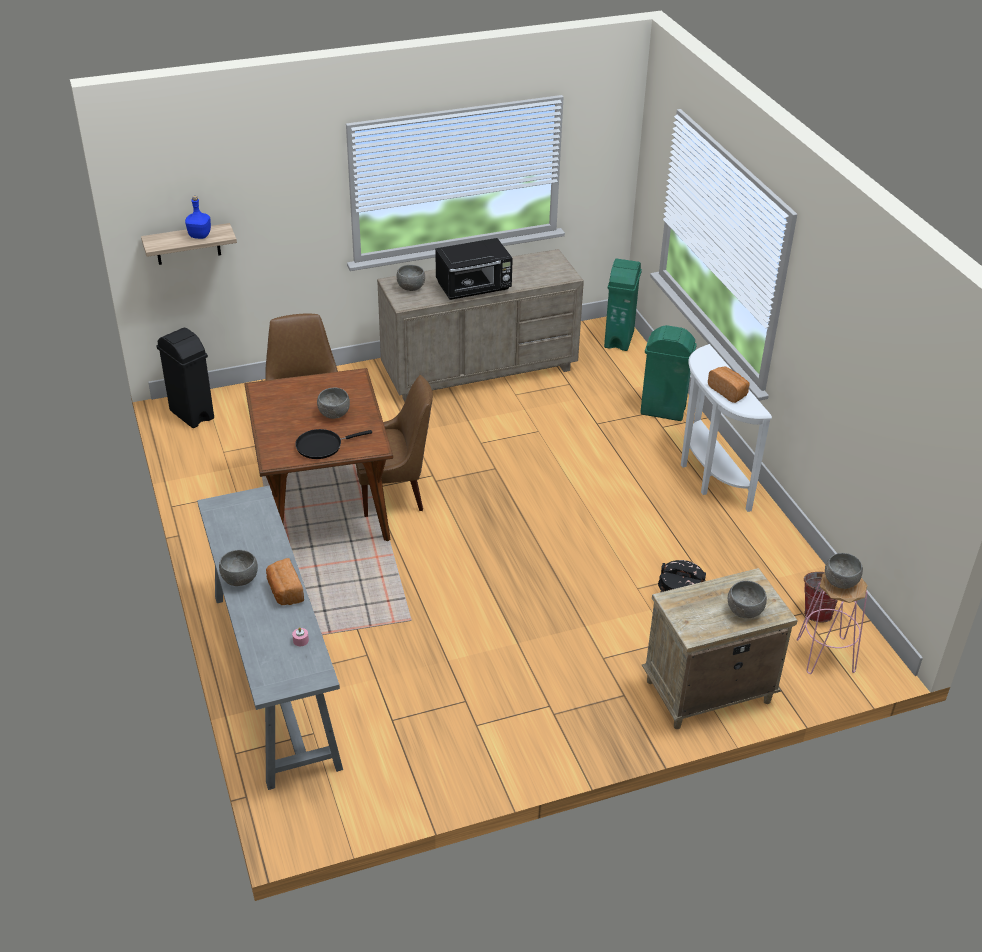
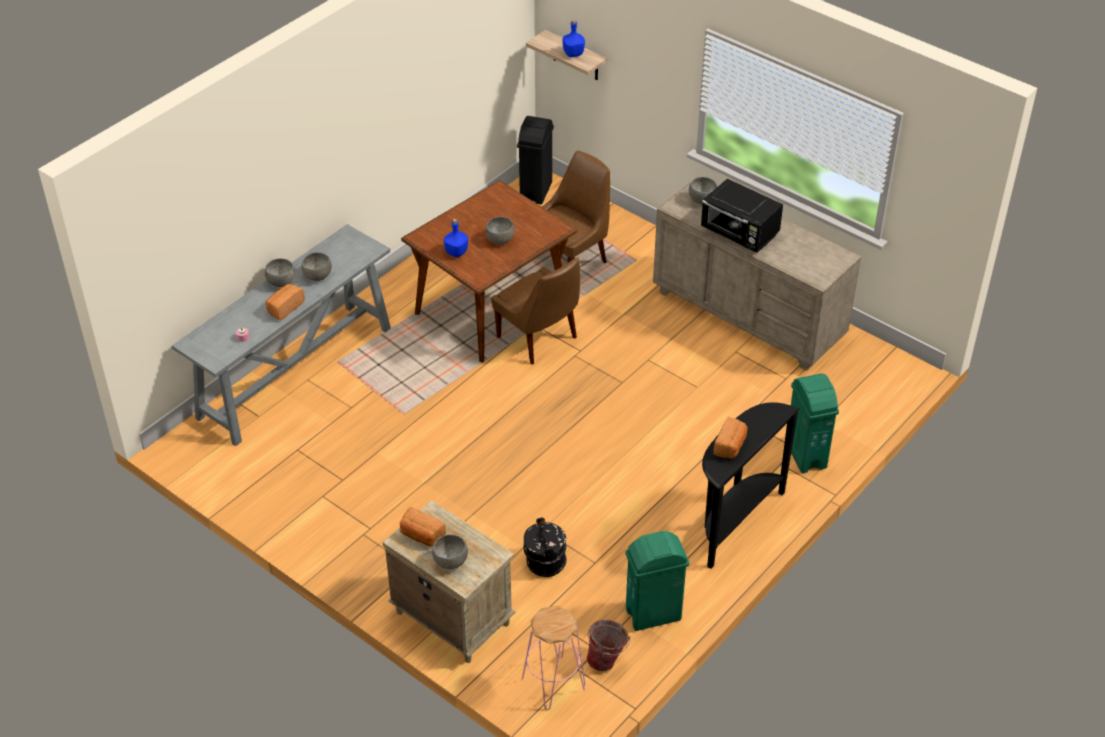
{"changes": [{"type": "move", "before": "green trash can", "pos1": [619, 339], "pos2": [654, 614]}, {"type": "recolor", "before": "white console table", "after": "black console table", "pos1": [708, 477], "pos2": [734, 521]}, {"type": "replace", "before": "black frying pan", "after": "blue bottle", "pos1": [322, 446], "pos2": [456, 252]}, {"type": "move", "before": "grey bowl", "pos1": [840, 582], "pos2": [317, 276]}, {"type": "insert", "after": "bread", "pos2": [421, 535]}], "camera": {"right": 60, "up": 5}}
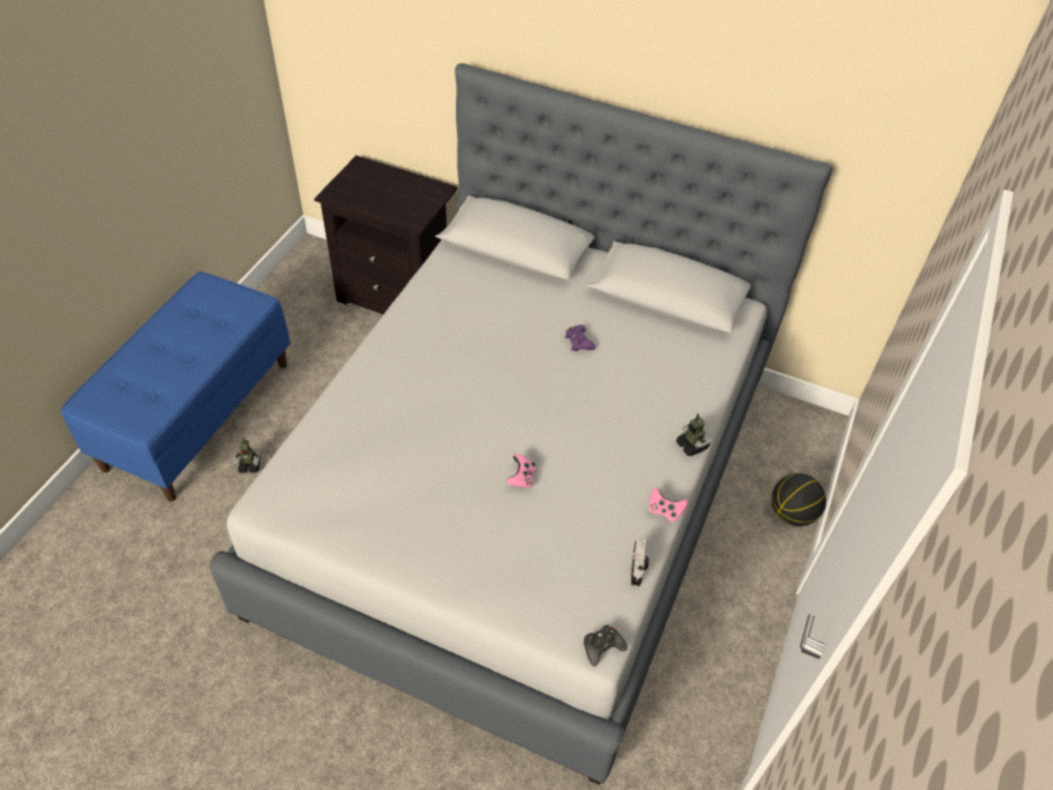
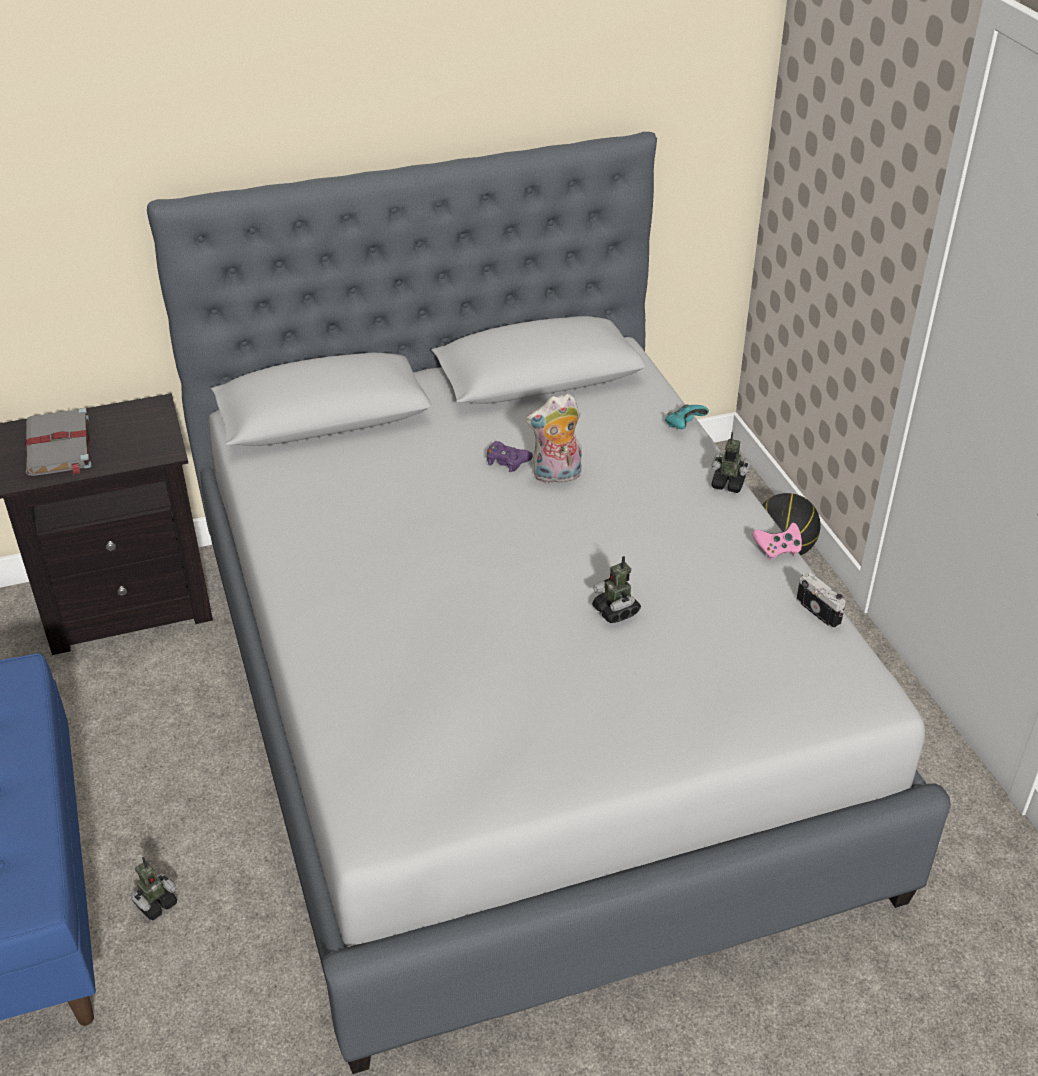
{"changes": [{"type": "replace", "before": "pink game controller", "after": "toy robot", "pos1": [521, 478], "pos2": [616, 611]}, {"type": "delete", "before": "black game controller", "pos1": [602, 647]}, {"type": "insert", "after": "plush toy", "pos2": [556, 476]}, {"type": "insert", "after": "turquoise game controller", "pos2": [684, 425]}, {"type": "insert", "after": "grey book", "pos2": [59, 447]}], "camera": {"right": -40, "up": -10}}
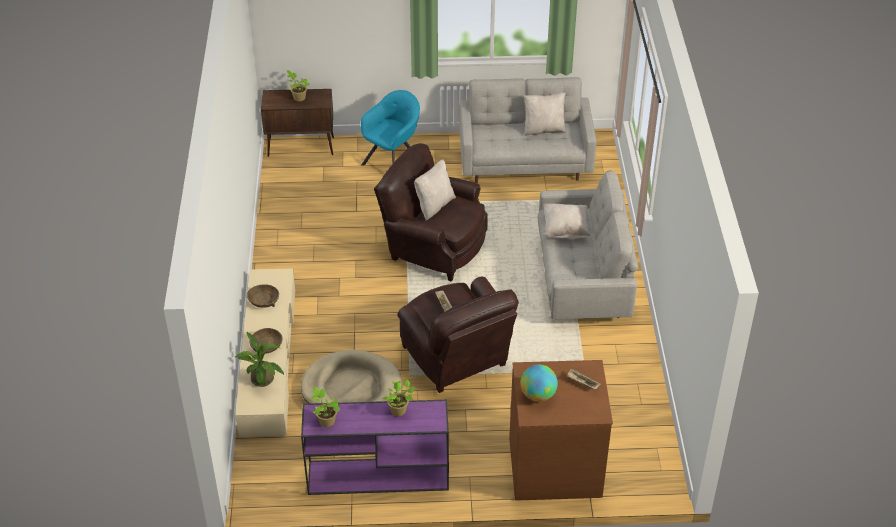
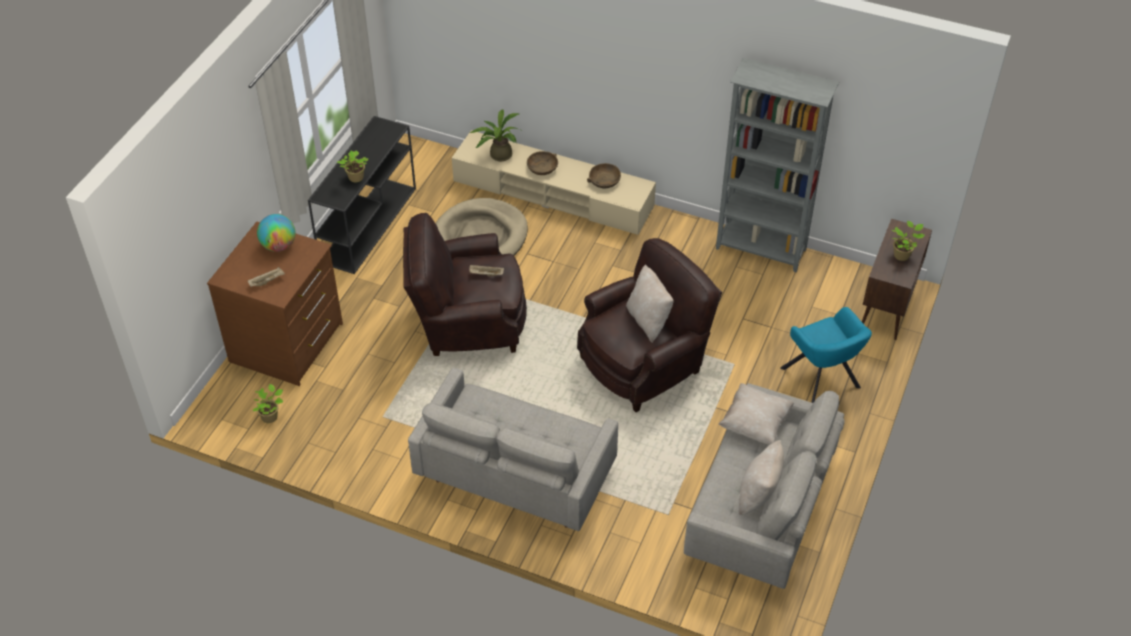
{"changes": [{"type": "move", "before": "beige pillow", "pos1": [565, 230], "pos2": [755, 424]}, {"type": "move", "before": "potted plant", "pos1": [326, 420], "pos2": [271, 417]}, {"type": "recolor", "before": "purple console table", "after": "black console table", "pos1": [376, 476], "pos2": [368, 224]}, {"type": "insert", "after": "grey bookcase", "pos2": [761, 250]}], "camera": {"right": 115, "up": 5}}
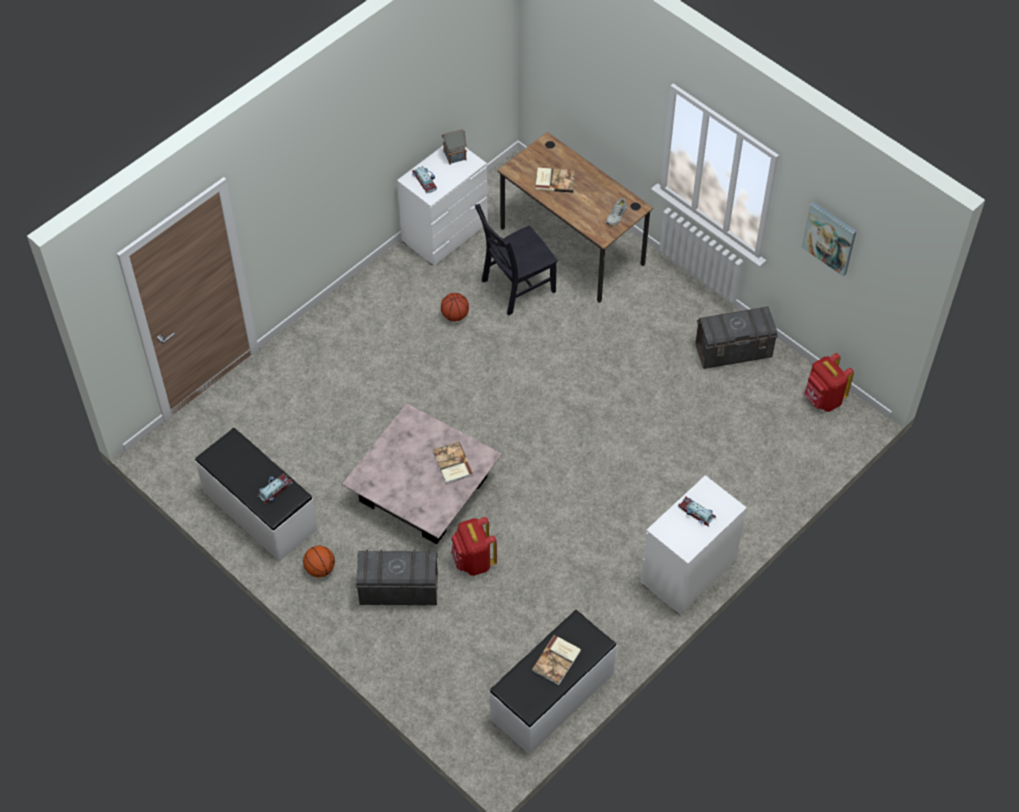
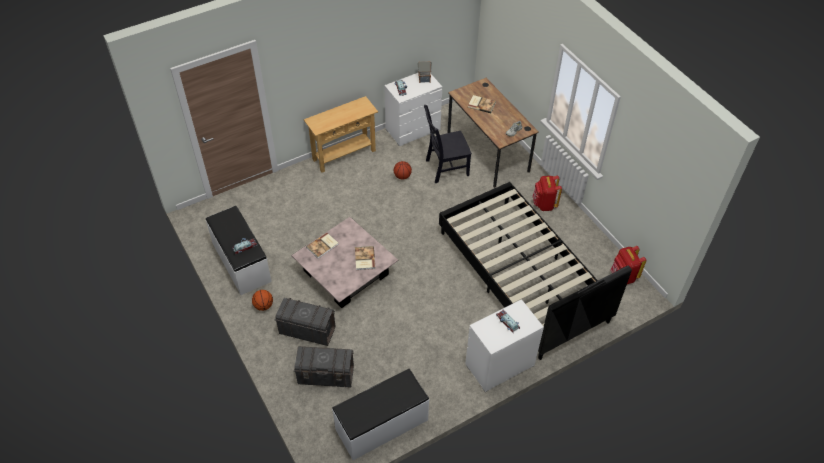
{"changes": [{"type": "delete", "before": "picture", "pos1": [830, 238]}, {"type": "move", "before": "grey storage box", "pos1": [733, 351], "pos2": [326, 375]}, {"type": "move", "before": "red backpack", "pos1": [473, 561], "pos2": [544, 204]}, {"type": "move", "before": "book", "pos1": [557, 660], "pos2": [323, 246]}, {"type": "insert", "after": "beige console table", "pos2": [344, 155]}, {"type": "insert", "after": "black bed", "pos2": [522, 276]}], "camera": {"right": 15, "up": -5}}
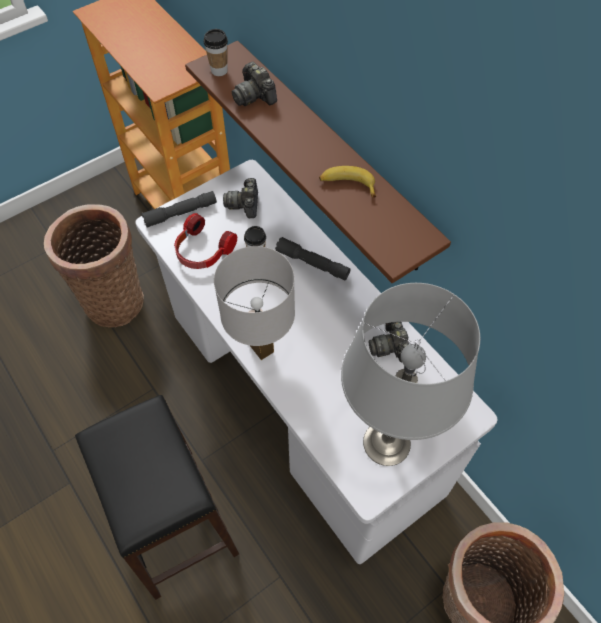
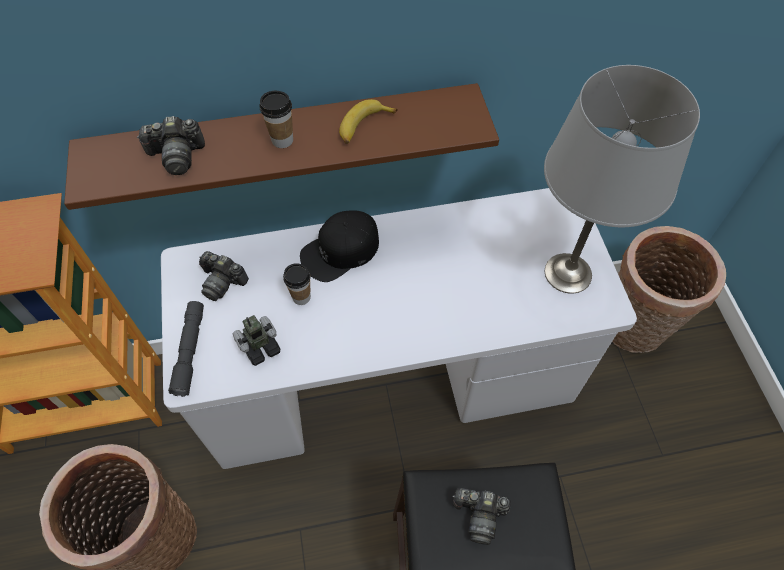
{"changes": [{"type": "move", "before": "cup", "pos1": [219, 70], "pos2": [282, 140]}, {"type": "replace", "before": "headphones", "after": "toy robot", "pos1": [202, 251], "pos2": [260, 347]}, {"type": "replace", "before": "grey flashlight", "after": "black cap", "pos1": [312, 263], "pos2": [340, 250]}, {"type": "delete", "before": "white table lamp", "pos1": [262, 348]}, {"type": "move", "before": "photo camera", "pos1": [390, 346], "pos2": [479, 515]}], "camera": {"right": -65, "up": 0}}
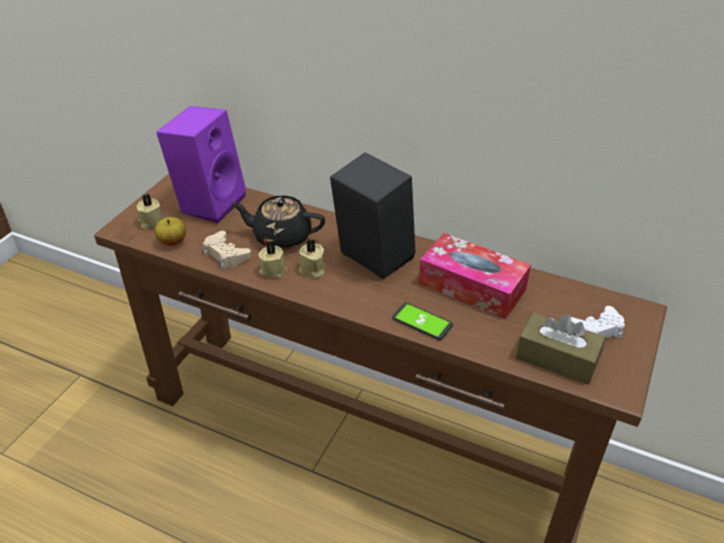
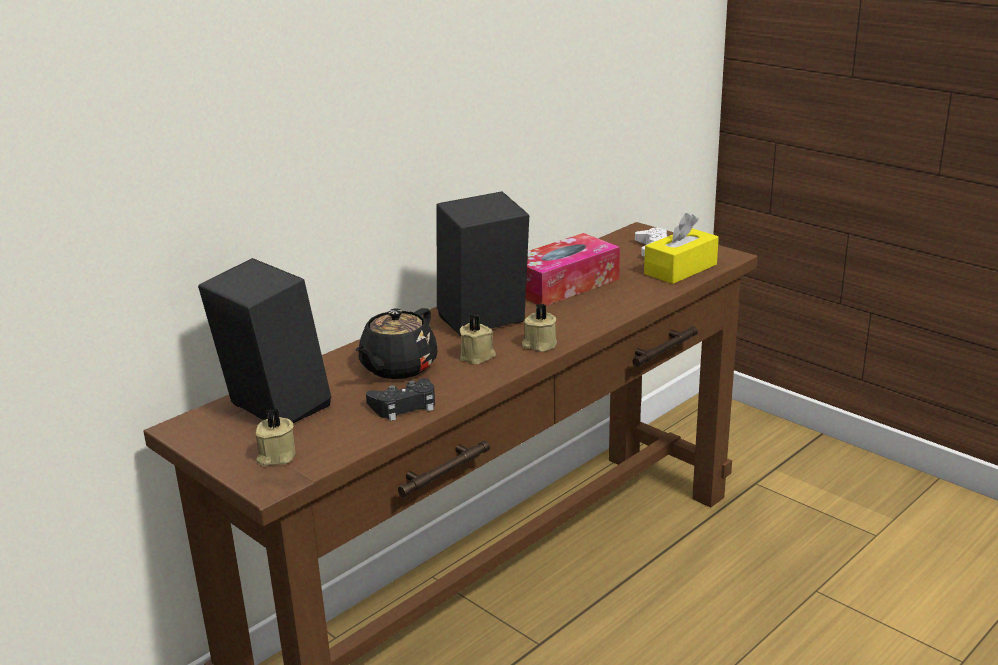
{"changes": [{"type": "recolor", "before": "purple speaker", "after": "black speaker", "pos1": [209, 202], "pos2": [271, 408]}, {"type": "delete", "before": "apple", "pos1": [172, 242]}, {"type": "recolor", "before": "beige game controller", "after": "black game controller", "pos1": [226, 254], "pos2": [404, 406]}, {"type": "move", "before": "beige candle", "pos1": [273, 270], "pos2": [539, 345]}, {"type": "delete", "before": "phone", "pos1": [422, 322]}, {"type": "recolor", "before": "brown tissue box", "after": "yellow tissue box", "pos1": [557, 358], "pos2": [680, 269]}], "camera": {"right": -70, "up": -15}}
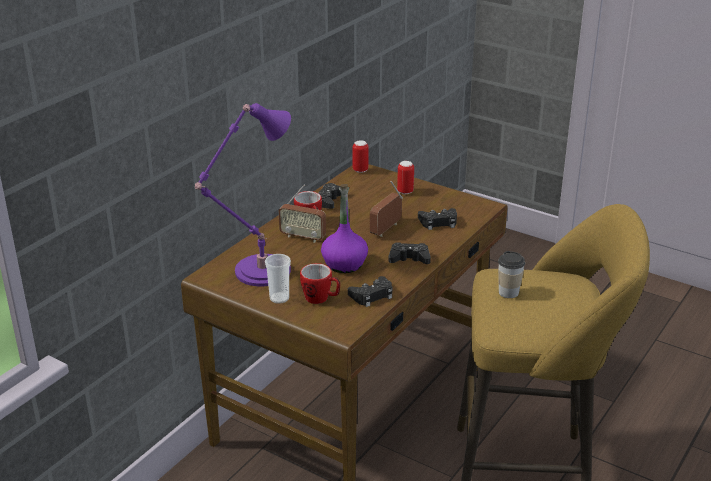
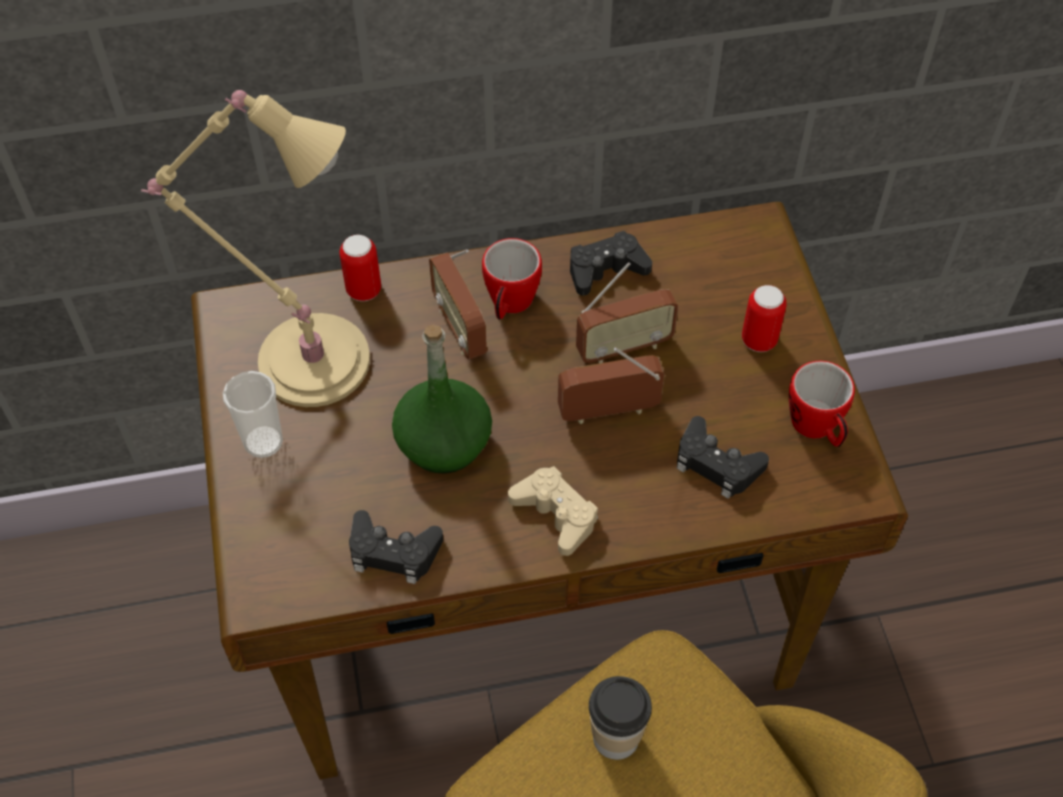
{"changes": [{"type": "recolor", "before": "purple table lamp", "after": "beige table lamp", "pos1": [258, 272], "pos2": [305, 358]}, {"type": "move", "before": "can", "pos1": [360, 170], "pos2": [364, 290]}, {"type": "recolor", "before": "purple bottle", "after": "green bottle", "pos1": [344, 264], "pos2": [443, 442]}, {"type": "recolor", "before": "black game controller", "after": "beige game controller", "pos1": [409, 258], "pos2": [556, 514]}, {"type": "move", "before": "mug", "pos1": [321, 299], "pos2": [817, 428]}, {"type": "insert", "after": "radio", "pos2": [624, 348]}], "camera": {"right": 45, "up": 25}}
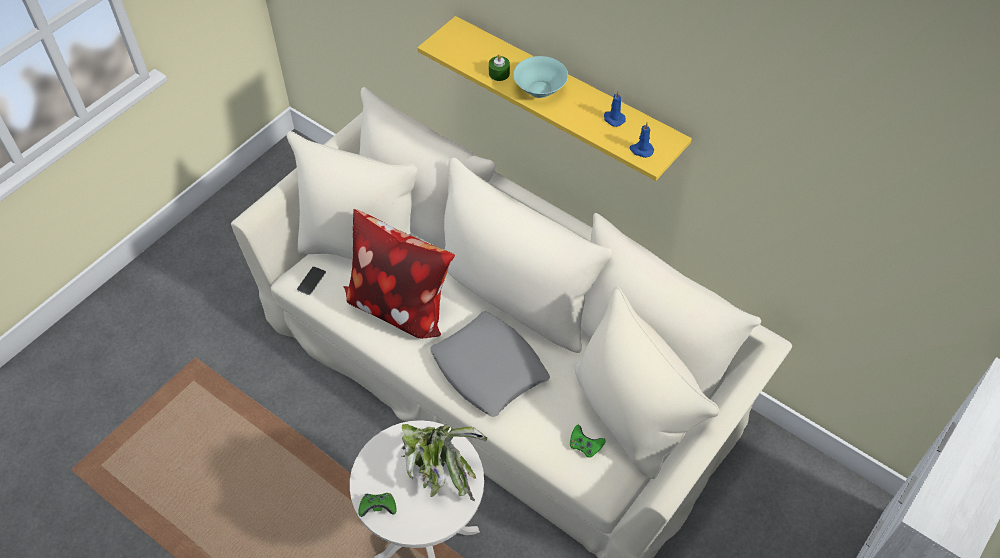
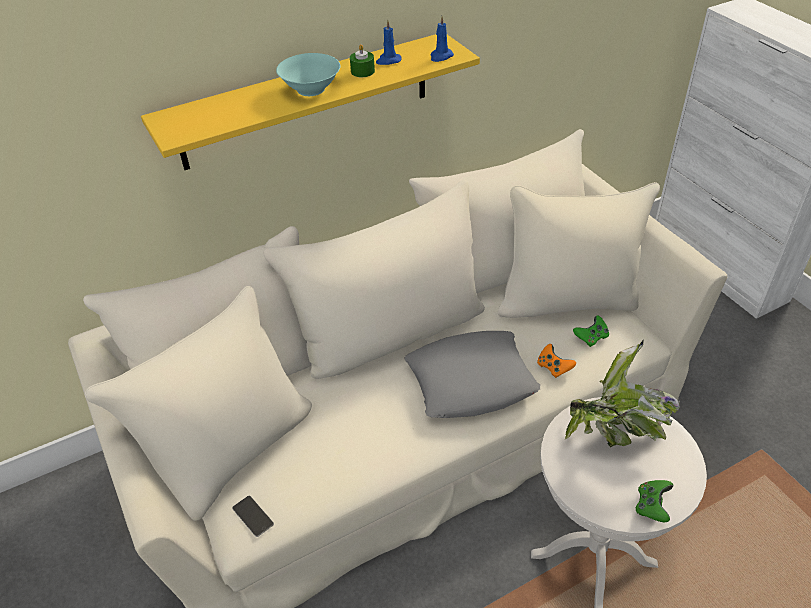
{"changes": [{"type": "move", "before": "green candle", "pos1": [499, 73], "pos2": [362, 71]}, {"type": "delete", "before": "pillow", "pos1": [399, 304]}, {"type": "insert", "after": "orange game controller", "pos2": [553, 367]}], "camera": {"right": -65, "up": -10}}
